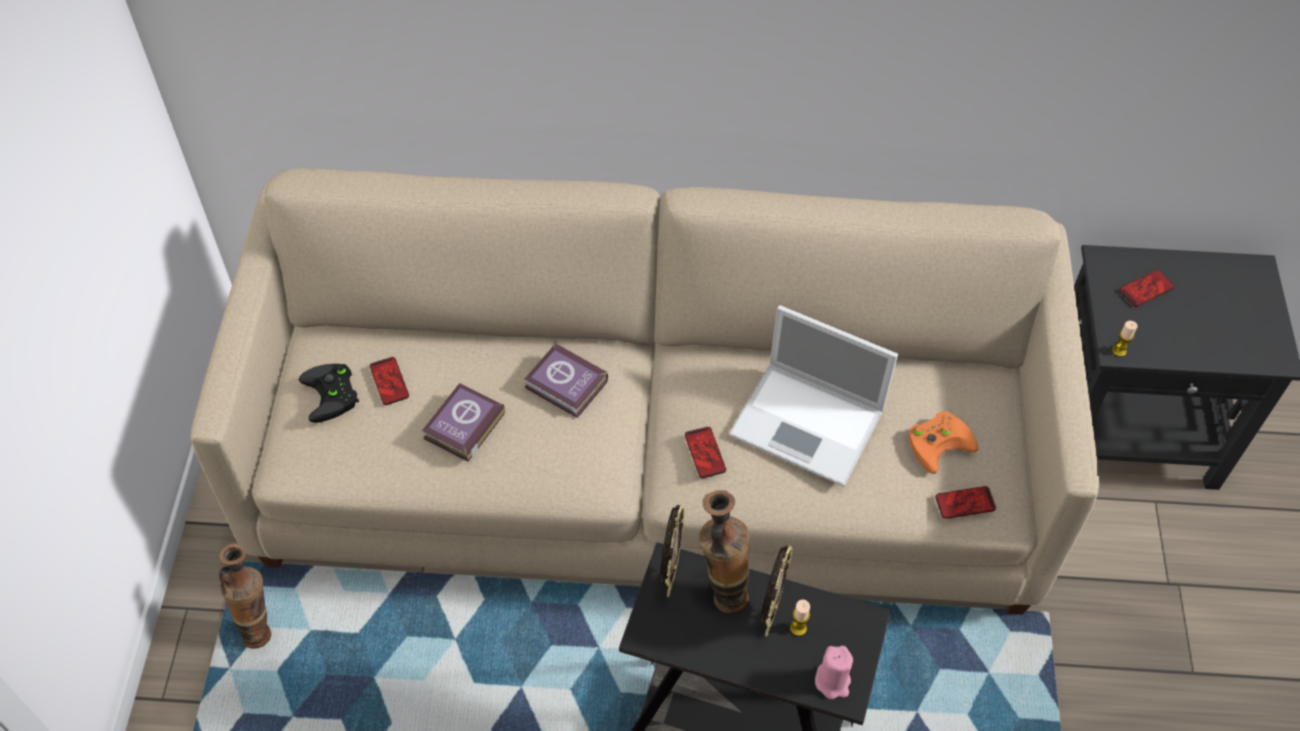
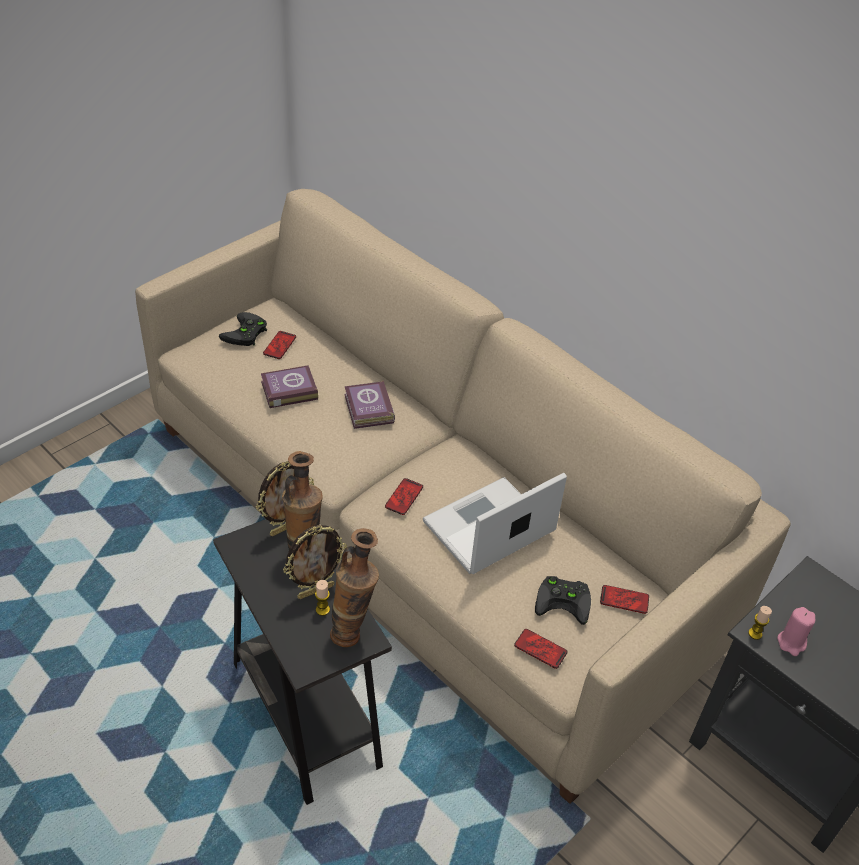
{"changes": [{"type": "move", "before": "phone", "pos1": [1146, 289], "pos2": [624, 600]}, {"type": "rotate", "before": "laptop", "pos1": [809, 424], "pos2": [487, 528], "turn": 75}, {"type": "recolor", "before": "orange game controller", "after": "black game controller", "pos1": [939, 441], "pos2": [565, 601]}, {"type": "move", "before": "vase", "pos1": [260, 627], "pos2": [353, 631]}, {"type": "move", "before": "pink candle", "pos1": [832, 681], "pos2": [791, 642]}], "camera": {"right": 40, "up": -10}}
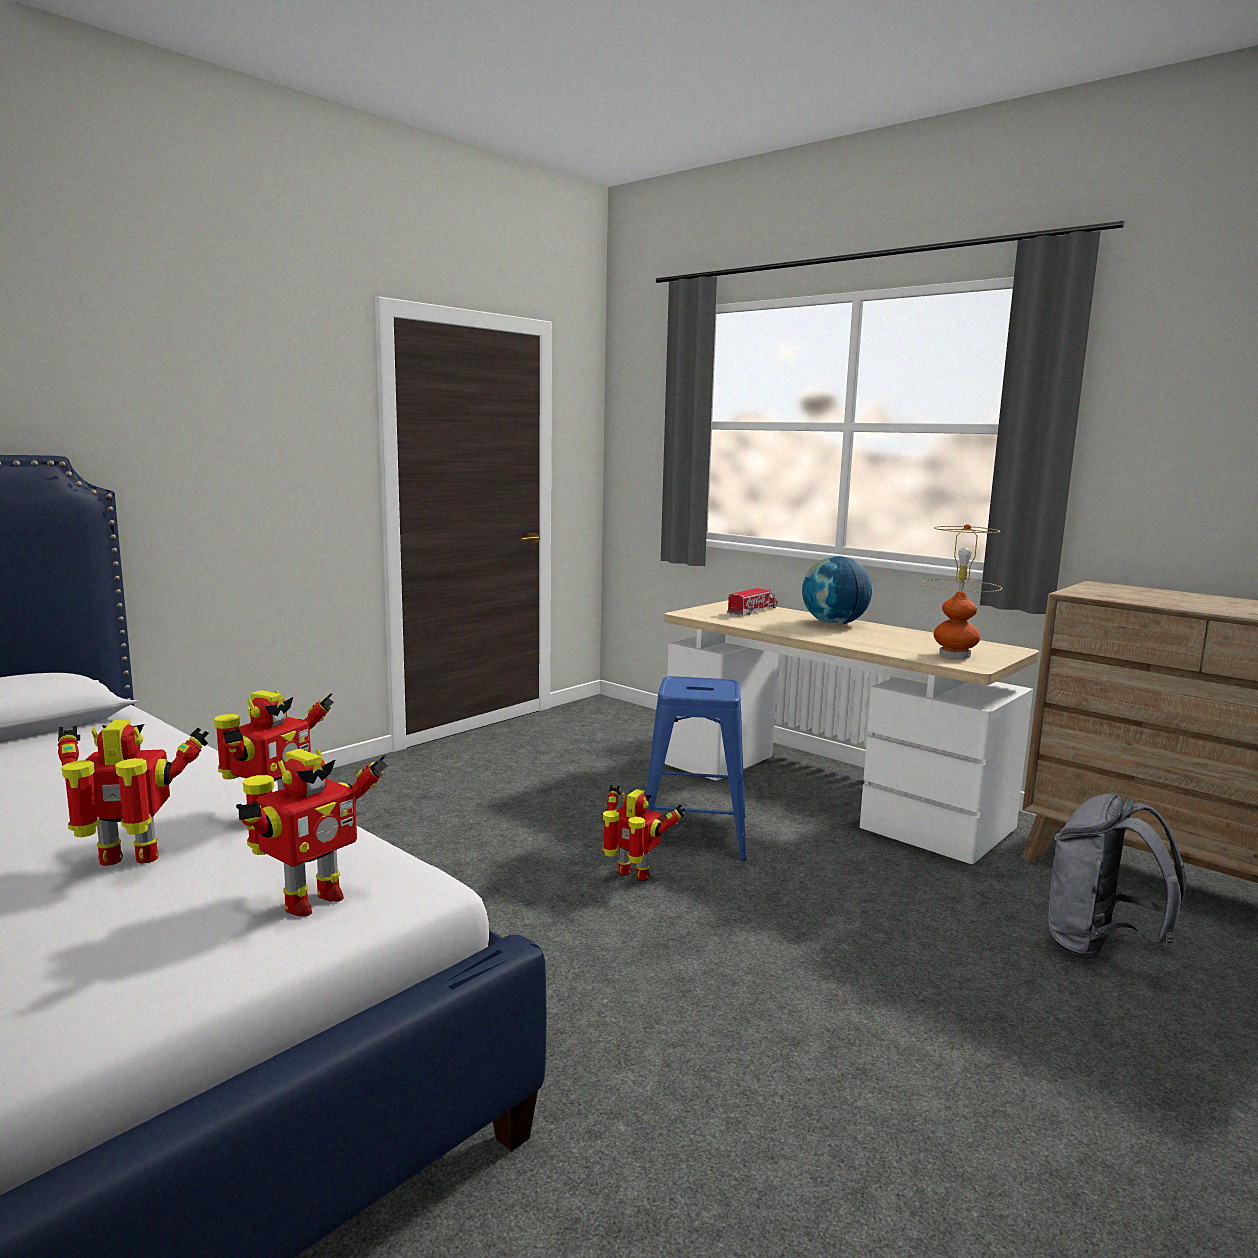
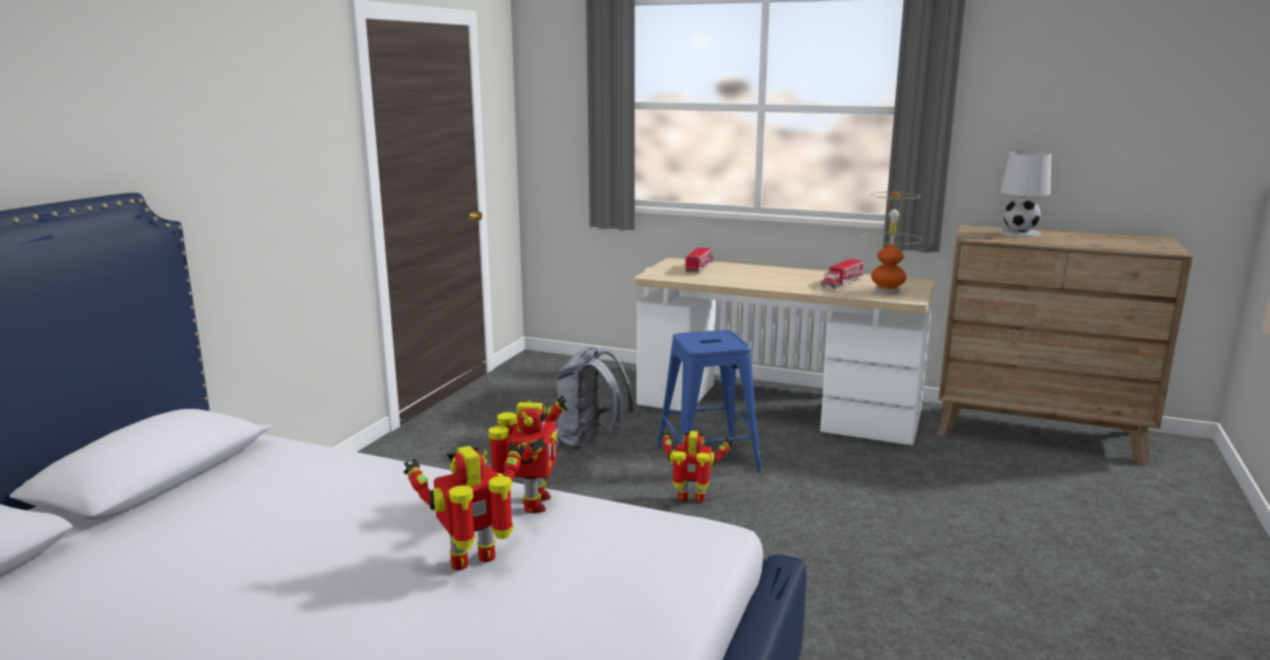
{"changes": [{"type": "delete", "before": "globe", "pos1": [834, 624]}, {"type": "delete", "before": "toy robot", "pos1": [309, 901]}, {"type": "move", "before": "grey backpack", "pos1": [1100, 948], "pos2": [591, 442]}, {"type": "insert", "after": "white table lamp", "pos2": [1019, 233]}, {"type": "insert", "after": "toy truck", "pos2": [841, 283]}], "camera": {"right": -20, "up": 5}}
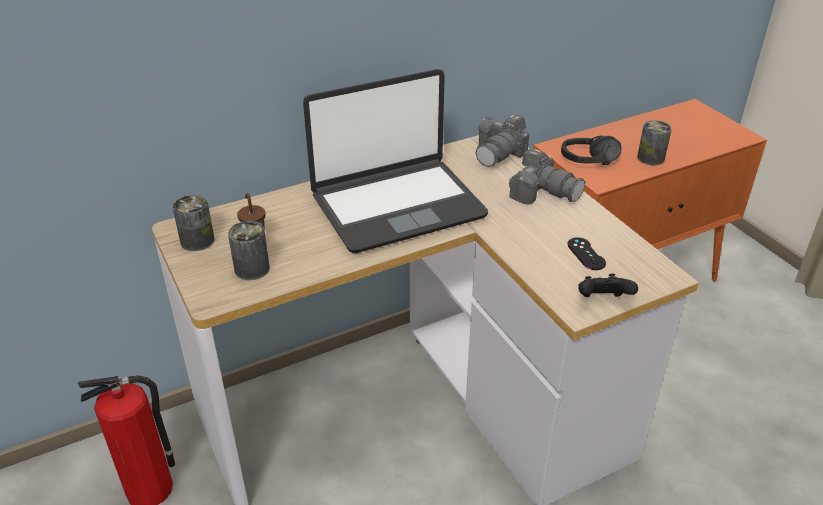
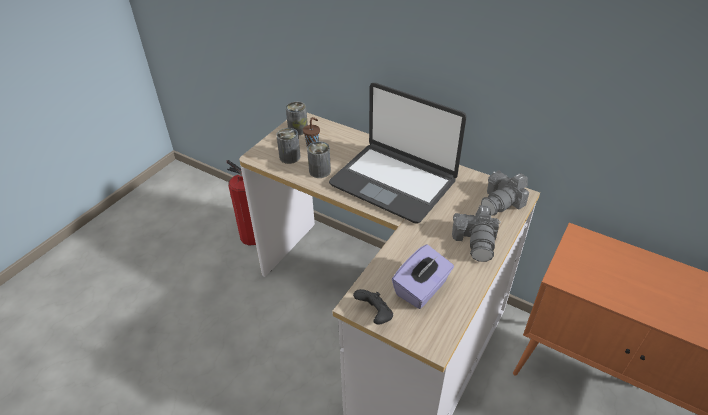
{"changes": [{"type": "rotate", "before": "photo camera", "pos1": [499, 153], "pos2": [502, 202], "turn": -45}, {"type": "move", "before": "can", "pos1": [650, 158], "pos2": [319, 171]}, {"type": "delete", "before": "black headphones", "pos1": [592, 165]}, {"type": "replace", "before": "black game controller", "after": "purple tissue box", "pos1": [586, 254], "pos2": [421, 289]}], "camera": {"right": 60, "up": 5}}
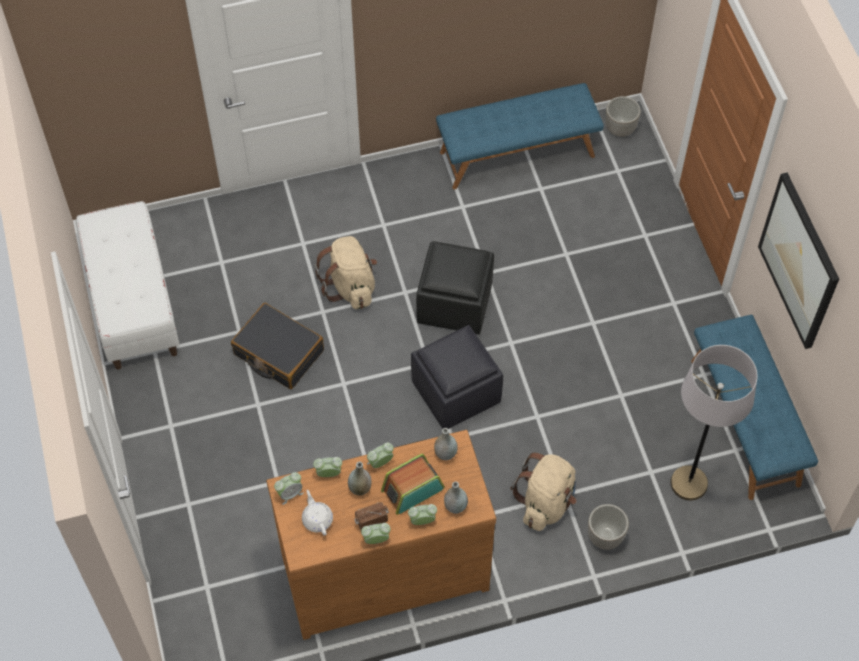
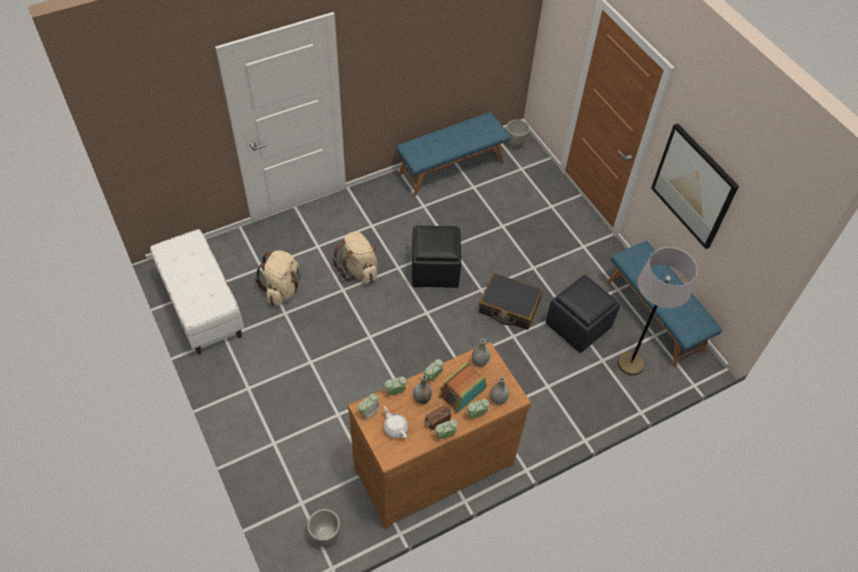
{"changes": [{"type": "move", "before": "black suitcase", "pos1": [278, 353], "pos2": [509, 306]}, {"type": "move", "before": "black ottoman", "pos1": [456, 393], "pos2": [578, 326]}, {"type": "move", "before": "beige backpack", "pos1": [546, 502], "pos2": [283, 289]}, {"type": "move", "before": "planter", "pos1": [604, 537], "pos2": [325, 535]}], "camera": {"right": -15, "up": -5}}
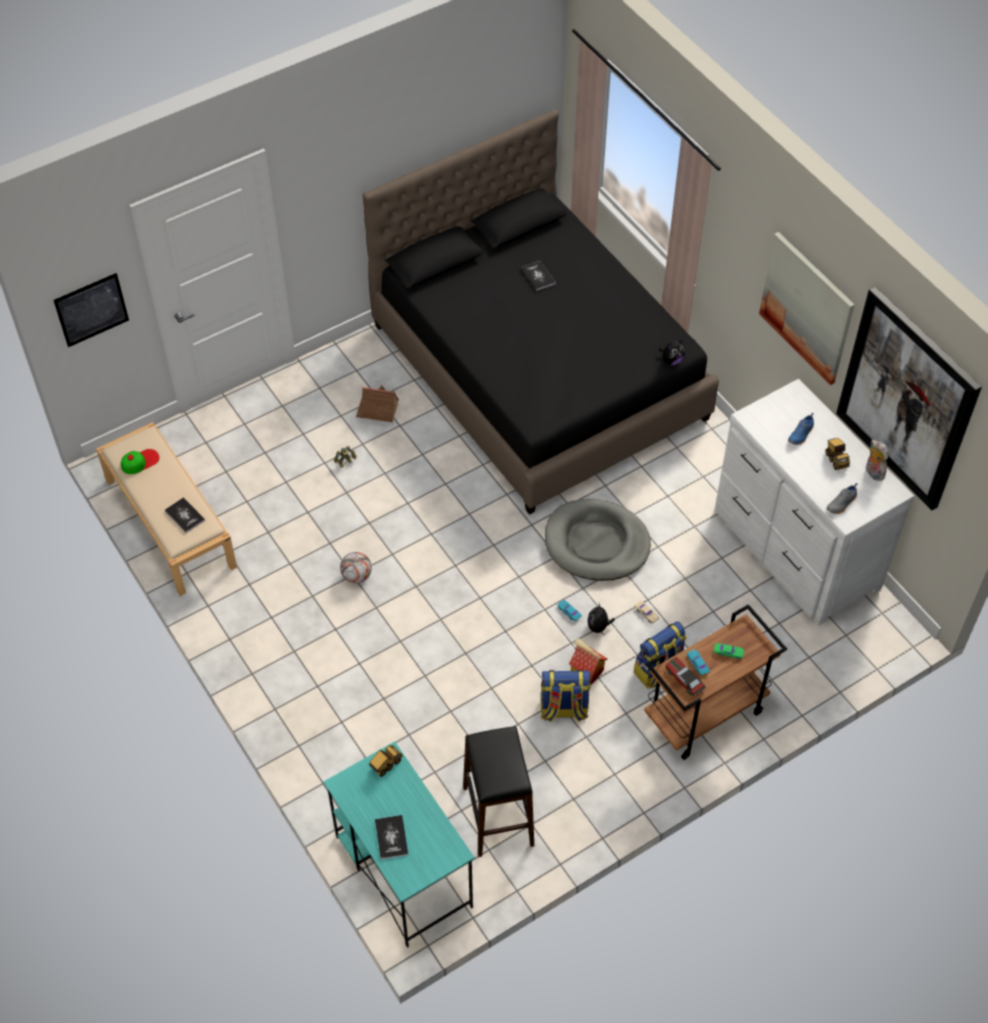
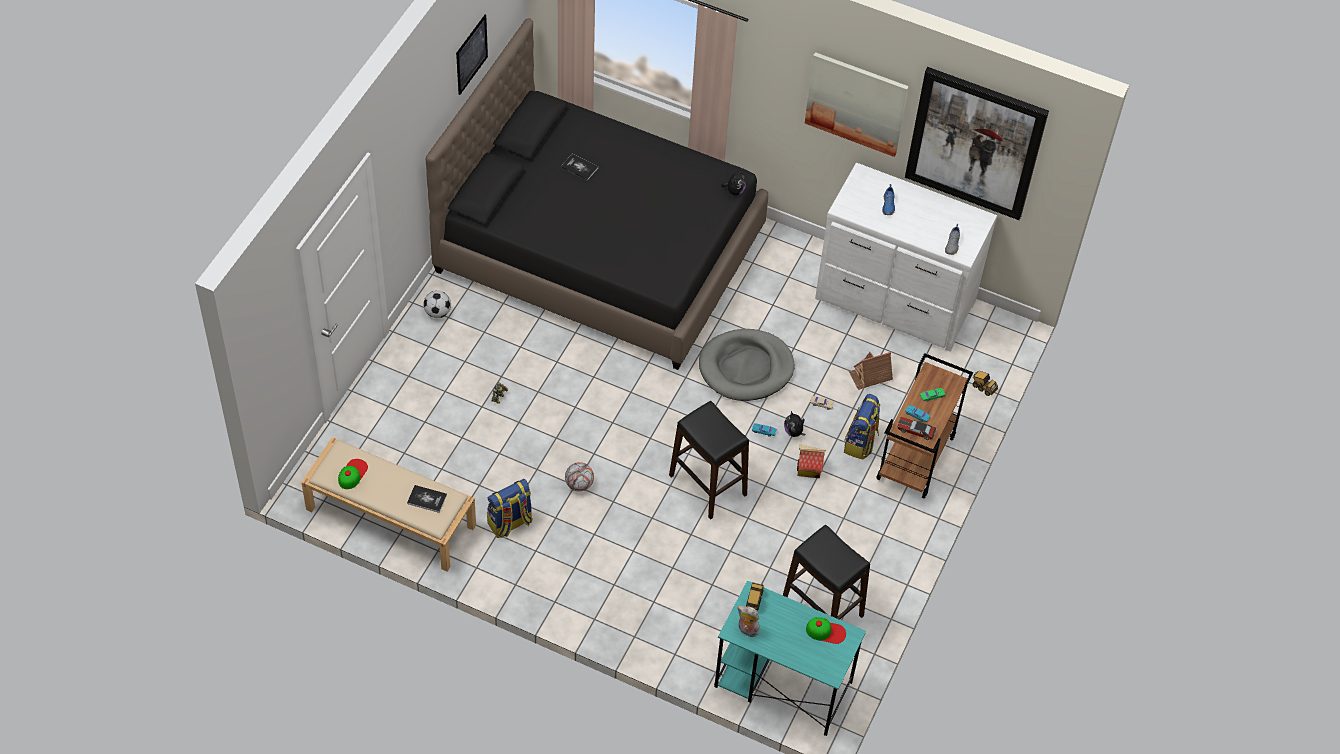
{"changes": [{"type": "move", "before": "picture", "pos1": [91, 309], "pos2": [471, 54]}, {"type": "move", "before": "toy house", "pos1": [377, 410], "pos2": [870, 375]}, {"type": "move", "before": "toy truck", "pos1": [836, 459], "pos2": [983, 387]}, {"type": "move", "before": "plush toy", "pos1": [873, 472], "pos2": [746, 630]}, {"type": "move", "before": "backpack", "pos1": [563, 710], "pos2": [510, 523]}, {"type": "delete", "before": "book", "pos1": [391, 837]}, {"type": "insert", "after": "football", "pos2": [437, 312]}, {"type": "insert", "after": "black stool", "pos2": [707, 485]}, {"type": "insert", "after": "cap", "pos2": [826, 631]}], "camera": {"right": -35, "up": 0}}
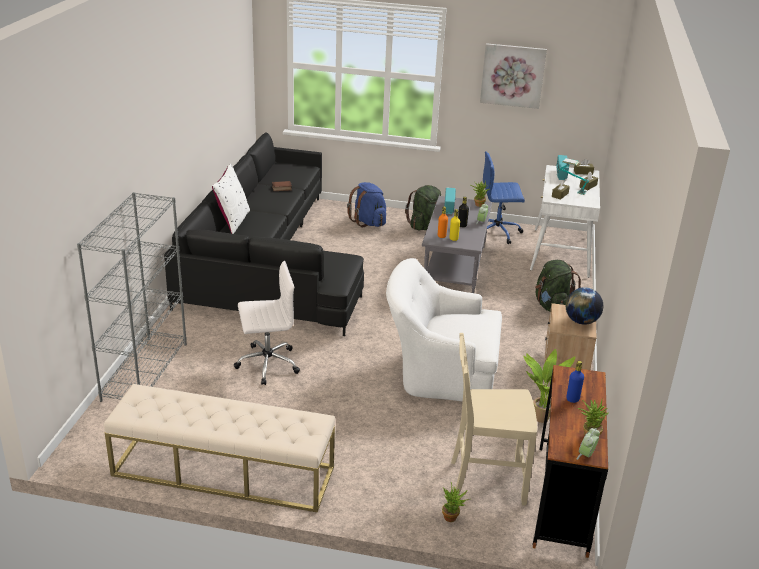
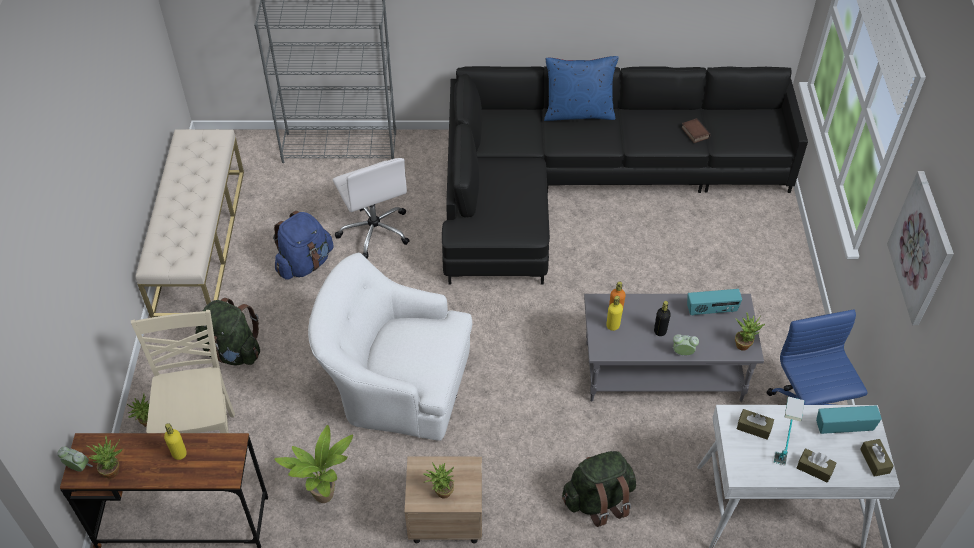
{"changes": [{"type": "recolor", "before": "white pillow", "after": "blue pillow", "pos1": [232, 221], "pos2": [578, 113]}, {"type": "move", "before": "blue backpack", "pos1": [368, 222], "pos2": [305, 264]}, {"type": "move", "before": "green backpack", "pos1": [425, 226], "pos2": [232, 351]}, {"type": "rotate", "before": "white armchair", "pos1": [439, 373], "pos2": [395, 384], "turn": -75}, {"type": "replace", "before": "globe", "after": "potted plant", "pos1": [581, 321], "pos2": [441, 493]}, {"type": "recolor", "before": "blue bottle", "after": "yellow bottle", "pos1": [572, 399], "pos2": [179, 453]}], "camera": {"right": 80, "up": 20}}
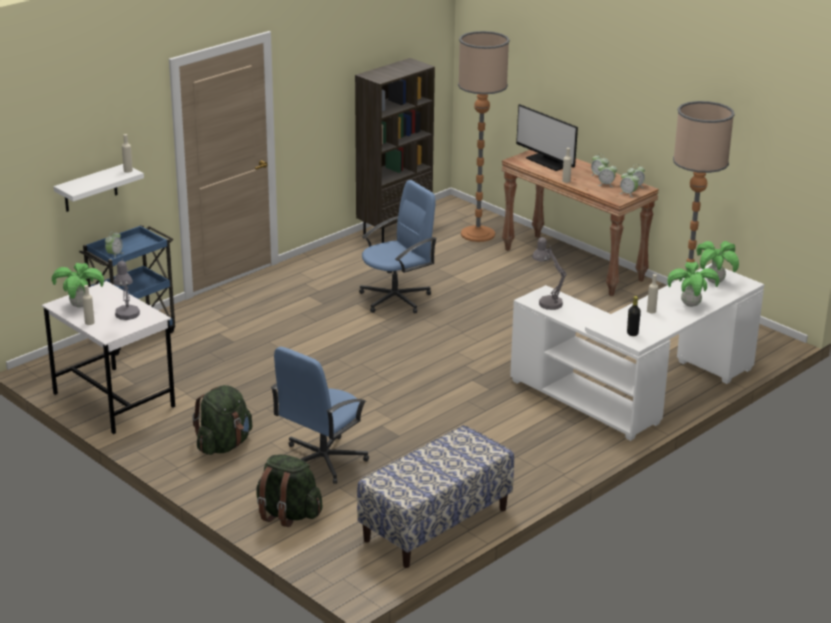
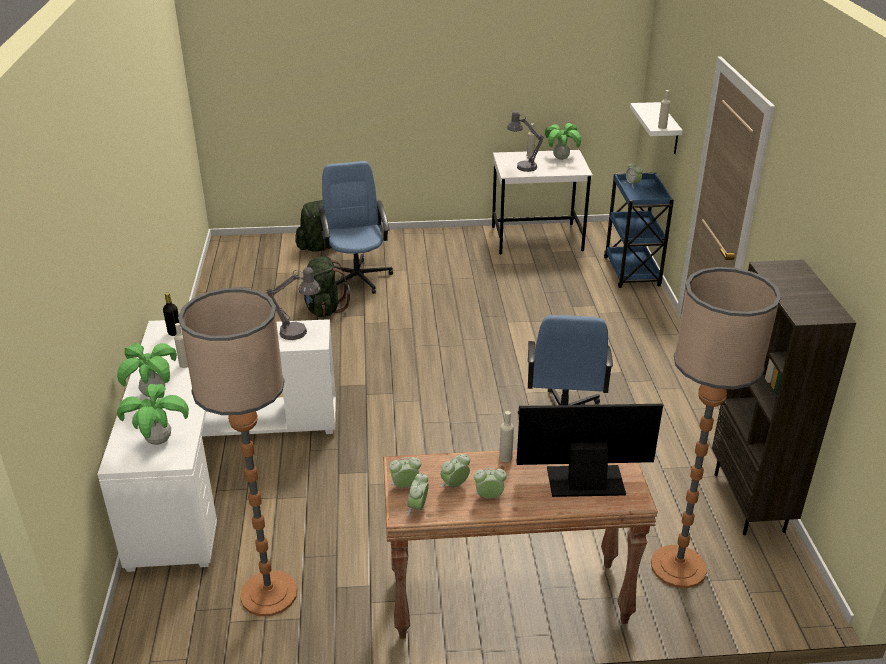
{"changes": [{"type": "move", "before": "green backpack", "pos1": [224, 445], "pos2": [324, 309]}, {"type": "delete", "before": "bench", "pos1": [436, 525]}], "camera": {"right": 130, "up": 5}}
